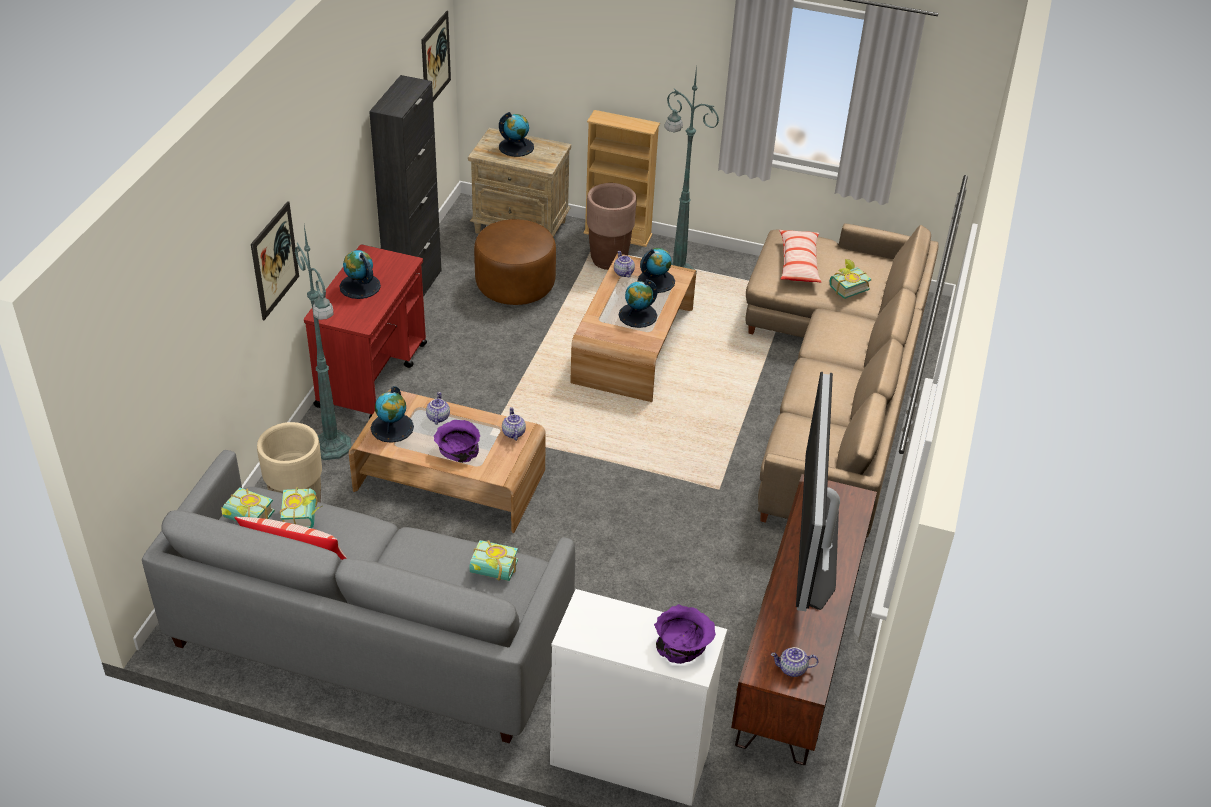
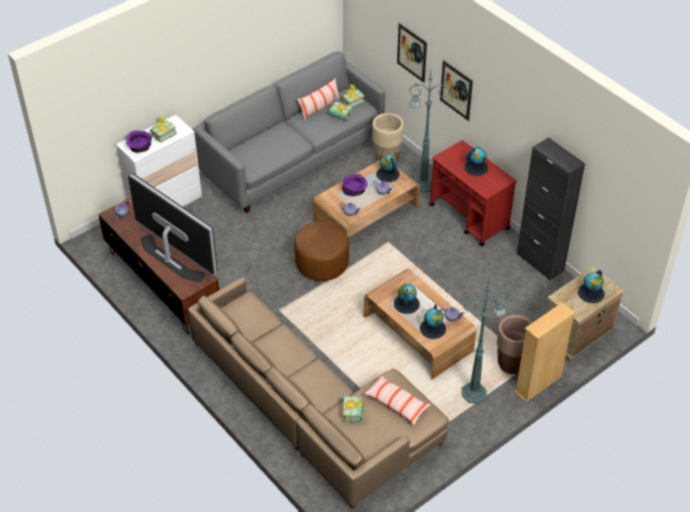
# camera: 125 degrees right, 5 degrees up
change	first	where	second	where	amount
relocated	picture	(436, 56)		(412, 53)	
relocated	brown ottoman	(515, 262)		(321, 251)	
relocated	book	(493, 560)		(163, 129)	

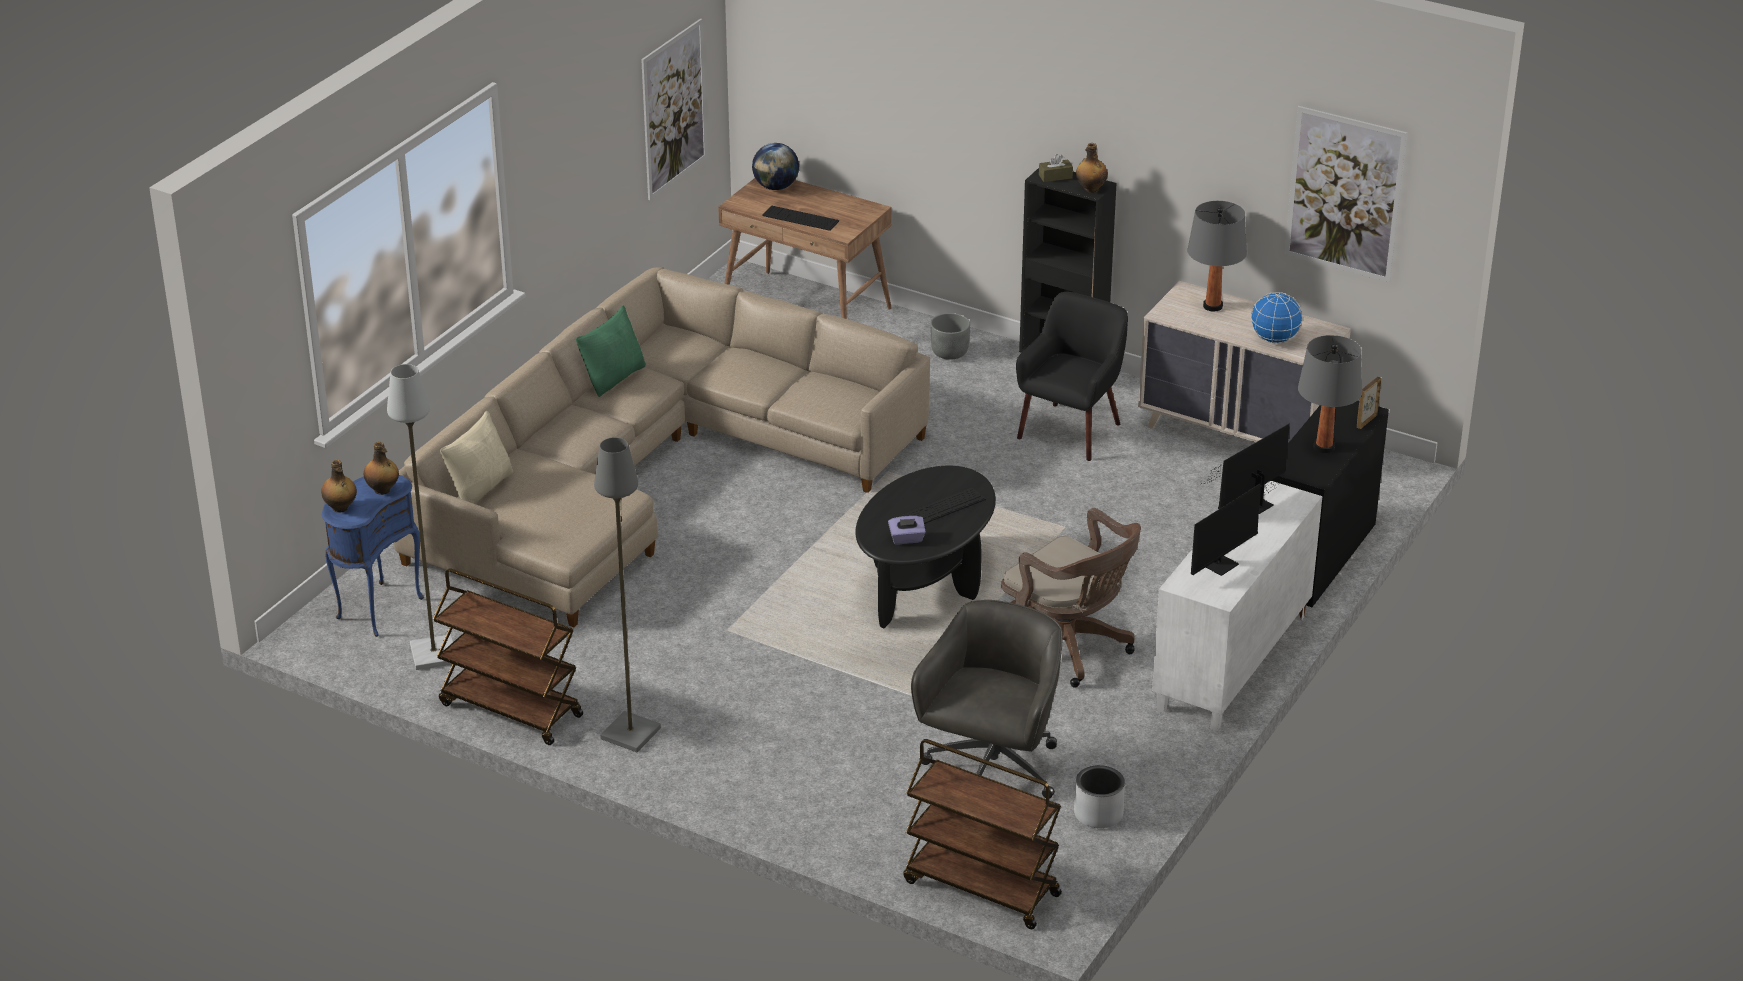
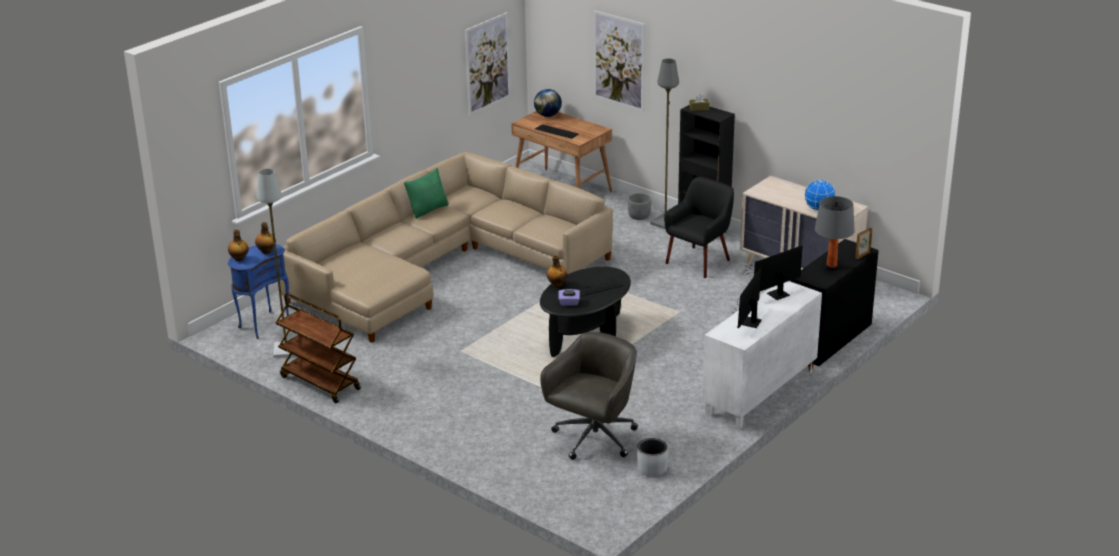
# camera: 10 degrees right, 5 degrees down
change	first	where	second	where	amount
relocated	picture	(1346, 194)		(619, 61)	
relocated	bottle	(1092, 168)		(557, 271)	
missing	grey table lamp	(1217, 256)			
missing	beige pillow	(476, 457)			
relocated	grey floor lamp	(627, 594)		(664, 144)	
spun	monitor	(1232, 527)		(748, 297)	150 degrees clockwise
missing	brown office chair	(1071, 597)			
missing	brown cart	(982, 834)			

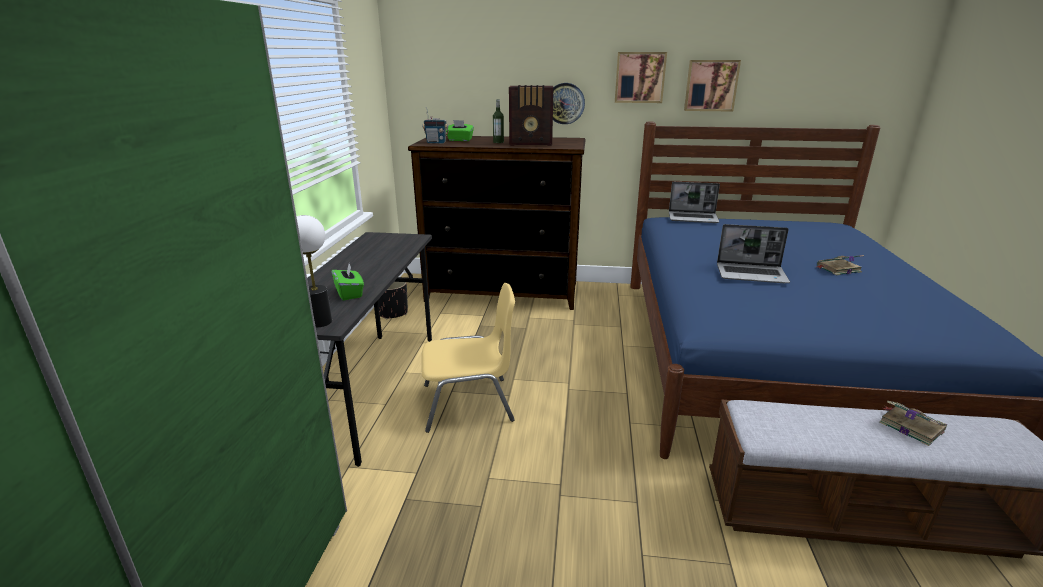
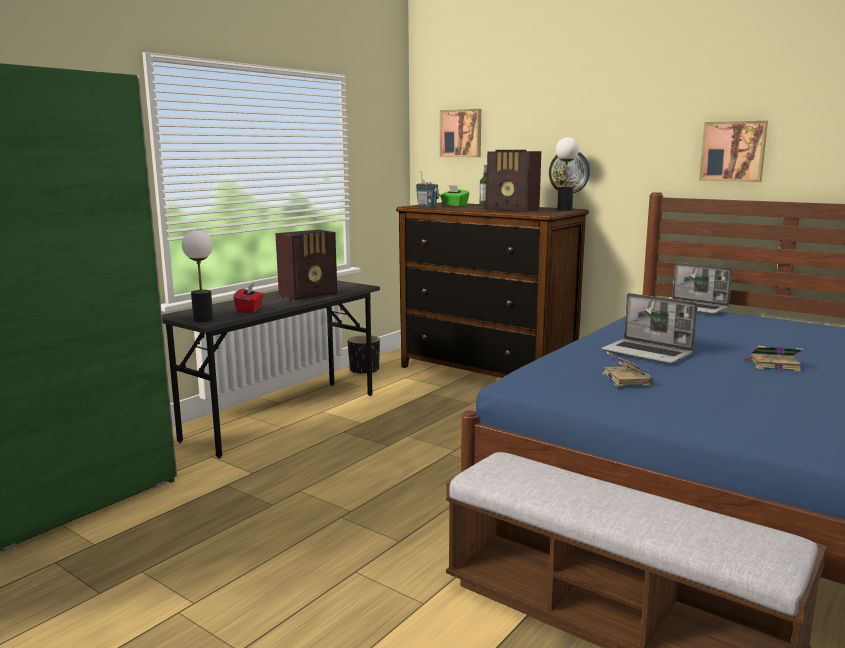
# camera: 30 degrees right, 10 degrees down
change	first	where	second	where	amount
relocated	picture	(641, 77)		(460, 133)	
colour	green tissue box	(348, 282)	red tissue box	(249, 298)	
missing	yellow chair	(468, 358)			
relocated	book	(913, 423)		(627, 369)	
appeared			table lamp	(567, 174)	
appeared			radio	(306, 265)	

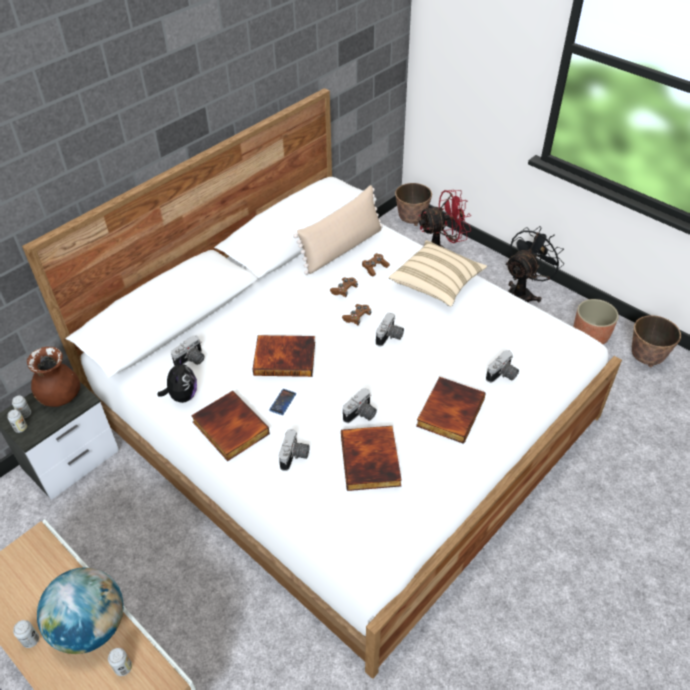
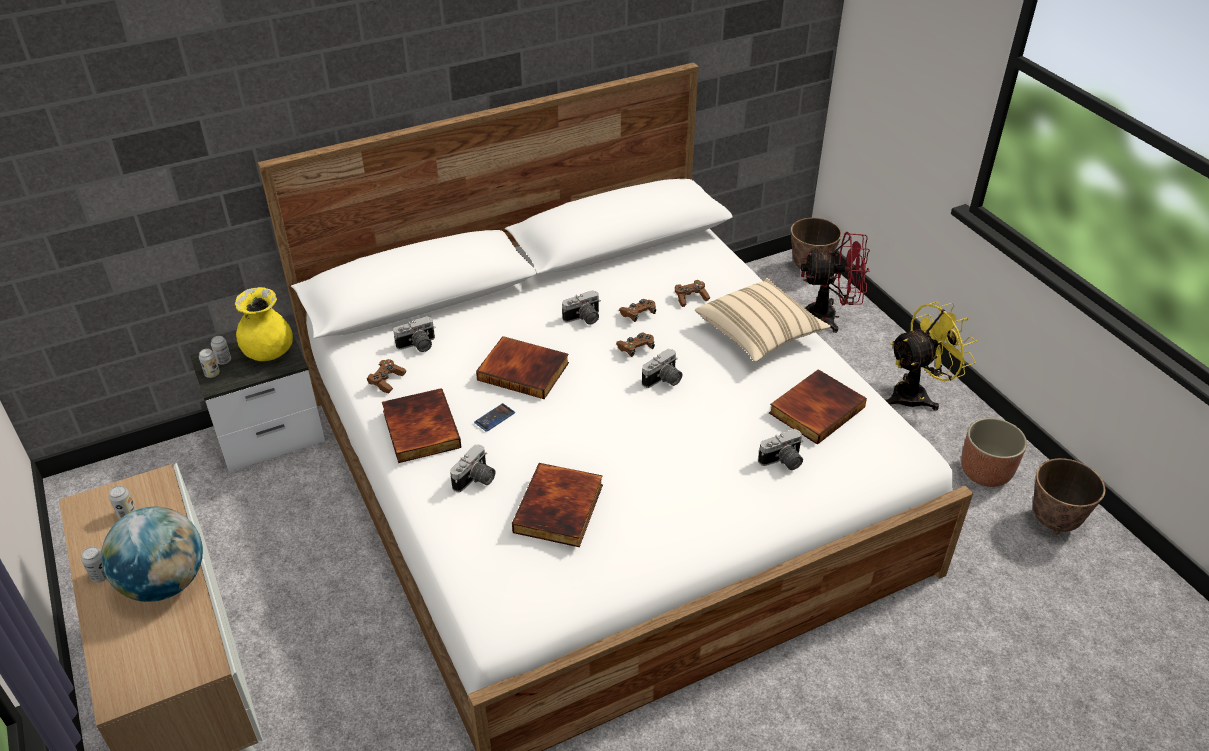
# camera: 20 degrees right, 5 degrees down
change	first	where	second	where	amount
missing	beige pillow	(338, 230)			
colour	black fan	(535, 264)	yellow fan	(931, 356)	
colour	brown vase	(53, 377)	yellow vase	(264, 324)	
exchanged	plush toy	(177, 380)	brown game controller	(386, 376)	
relocated	book	(451, 410)		(818, 407)	
relocated	photo camera	(360, 405)		(581, 307)	
relocated	can	(120, 662)		(122, 502)	

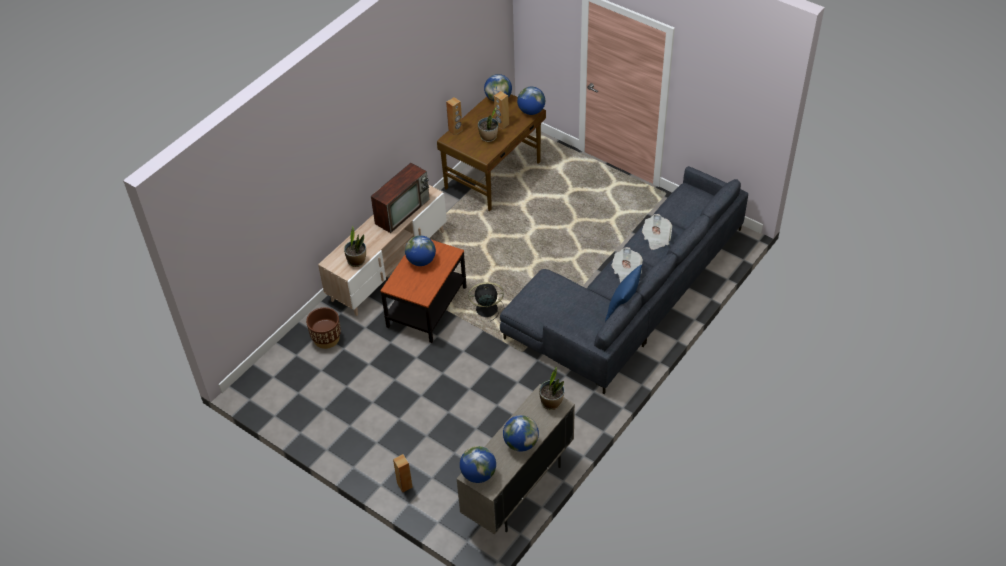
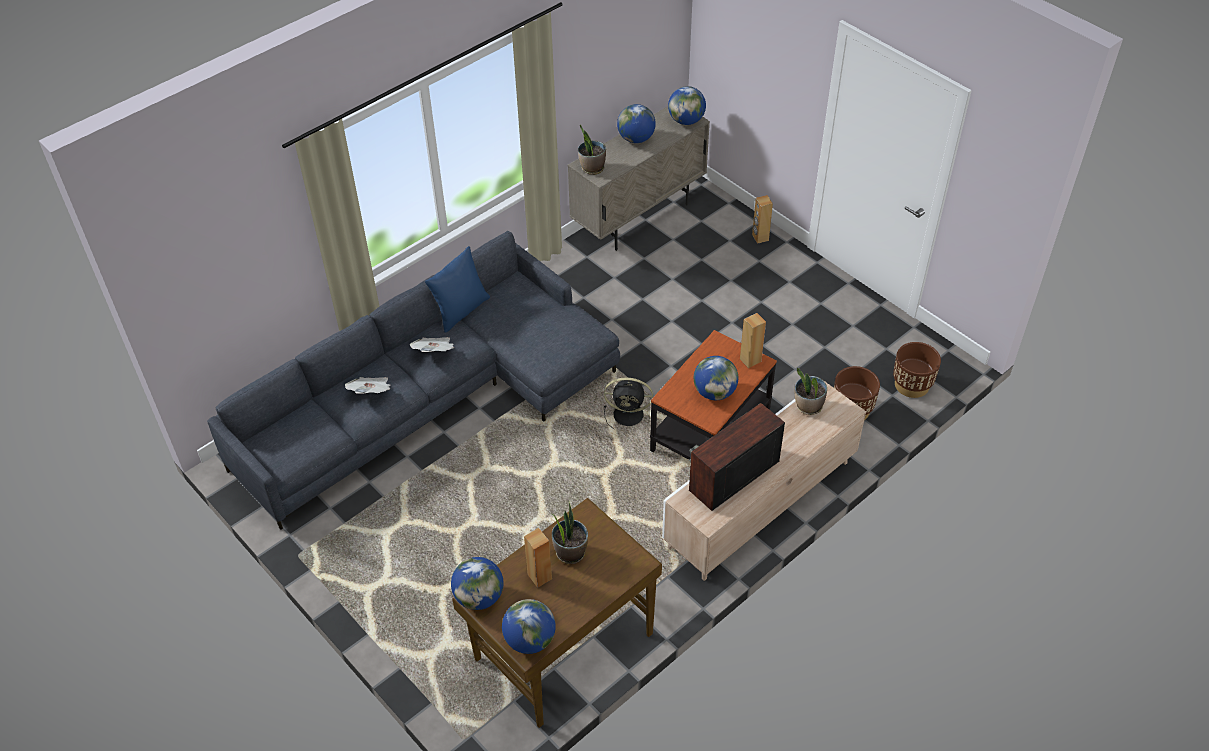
# camera: 170 degrees left, 0 degrees up
change	first	where	second	where	amount
relocated	brown speaker	(454, 116)		(753, 340)	
appeared			brown planter	(917, 370)	

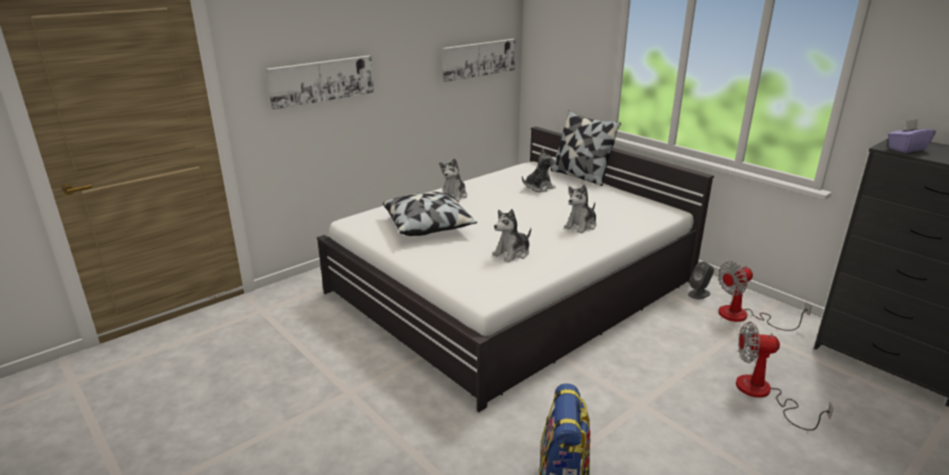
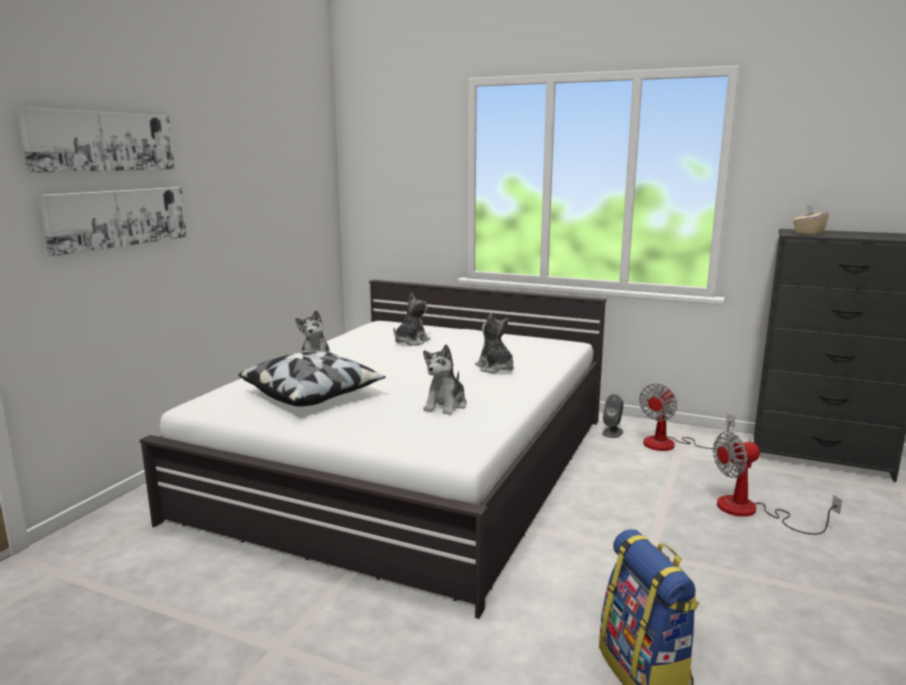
# camera: 25 degrees left, 10 degrees down
change	first	where	second	where	amount
relocated	picture	(479, 60)		(96, 140)	
missing	pillow	(585, 148)			
colour	purple tissue box	(912, 136)	beige tissue box	(811, 220)	
spun	plush toy	(580, 208)		(494, 343)	135 degrees clockwise

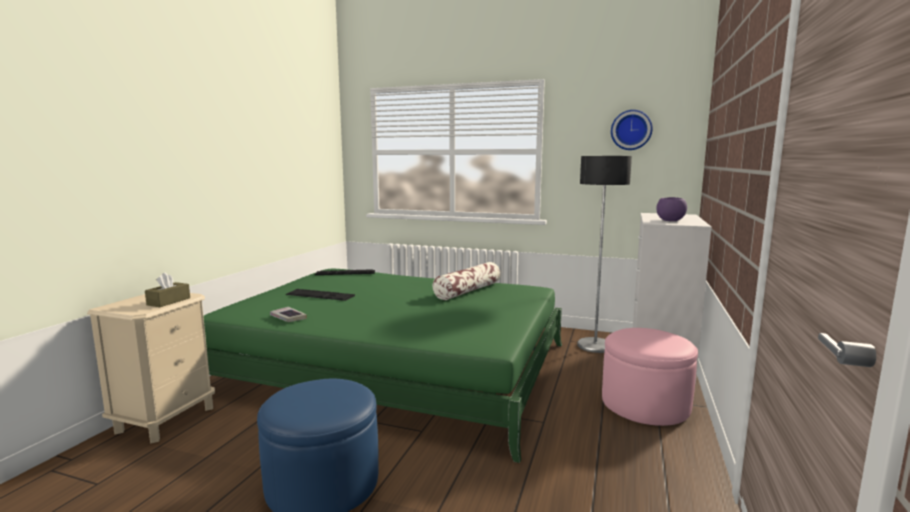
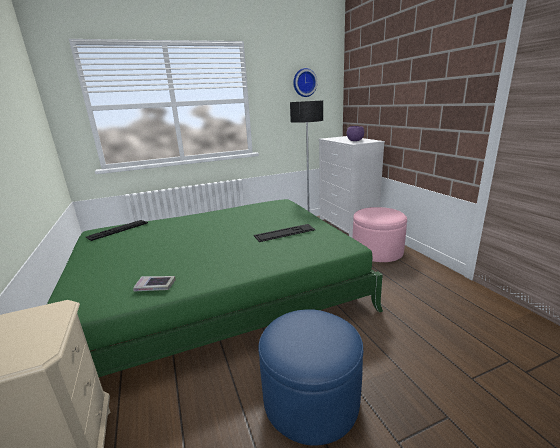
# camera: 40 degrees left, 10 degrees up
change	first	where	second	where	amount
missing	pillow	(467, 281)			
missing	brown tissue box	(167, 289)			
relocated	keyboard	(320, 295)		(285, 233)	

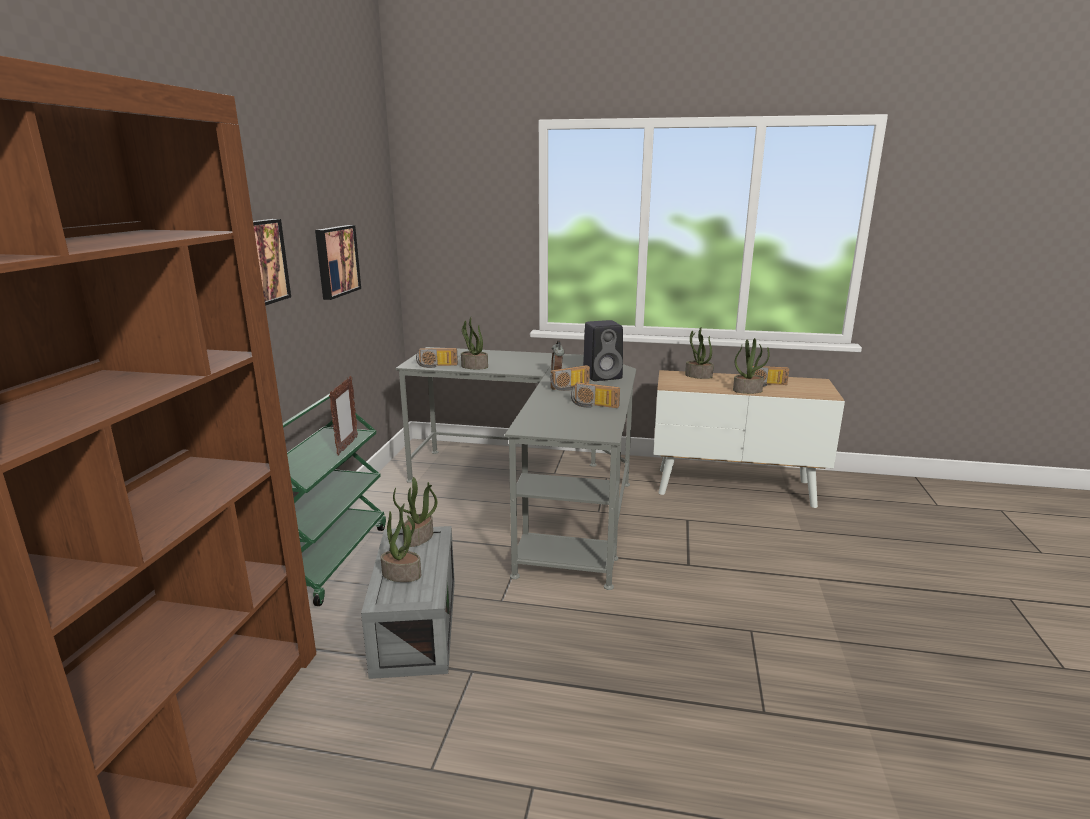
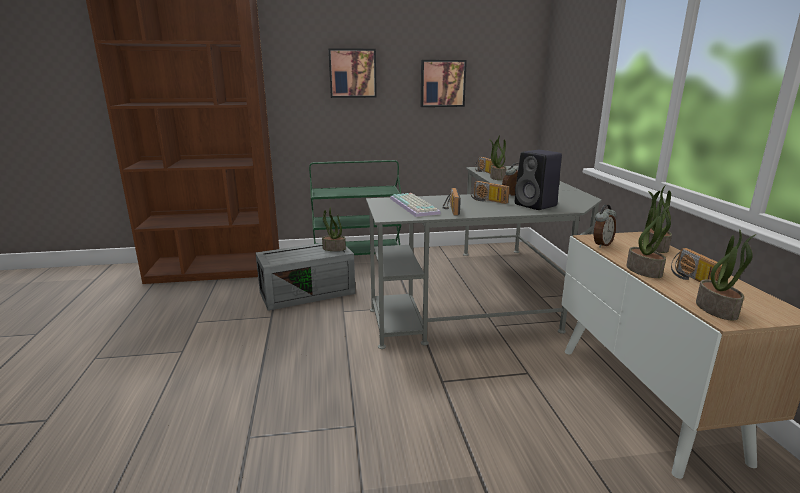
# camera: 70 degrees right, 0 degrees up
change	first	where	second	where	amount
missing	picture frame	(343, 415)			
relocated	potted plant	(401, 543)		(726, 275)	
appeared			keyboard	(415, 205)	
appeared			alarm clock	(605, 226)	

